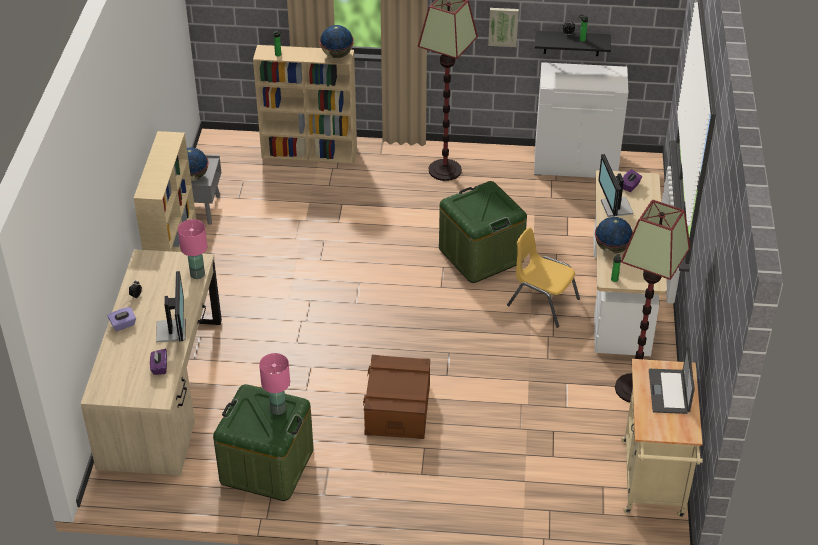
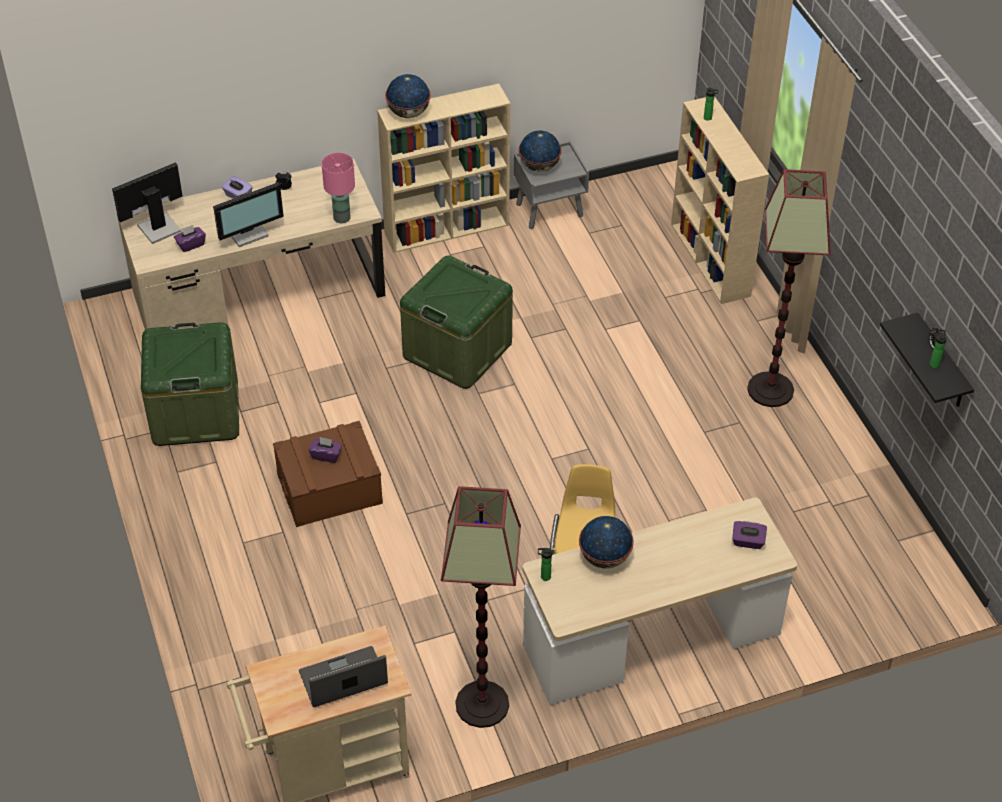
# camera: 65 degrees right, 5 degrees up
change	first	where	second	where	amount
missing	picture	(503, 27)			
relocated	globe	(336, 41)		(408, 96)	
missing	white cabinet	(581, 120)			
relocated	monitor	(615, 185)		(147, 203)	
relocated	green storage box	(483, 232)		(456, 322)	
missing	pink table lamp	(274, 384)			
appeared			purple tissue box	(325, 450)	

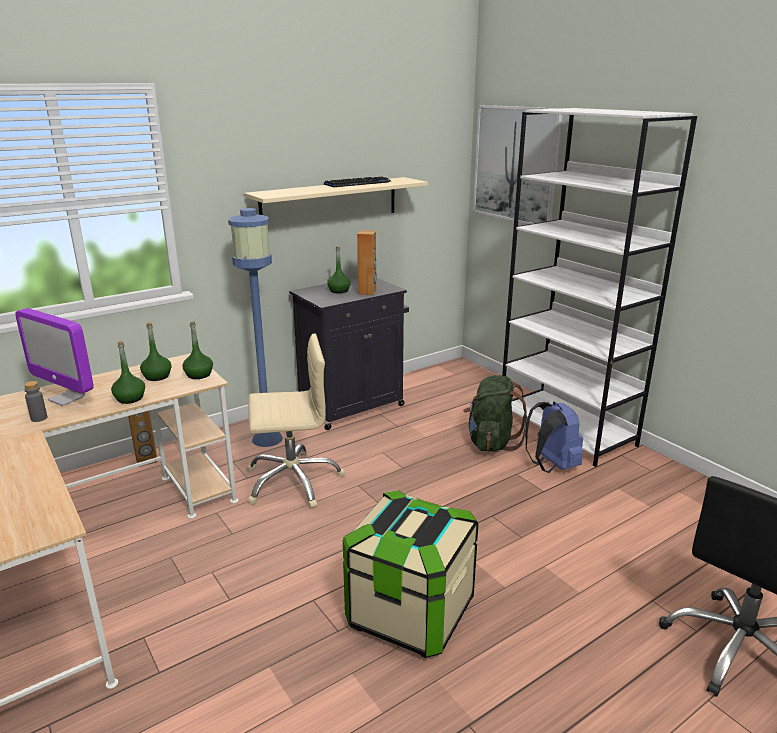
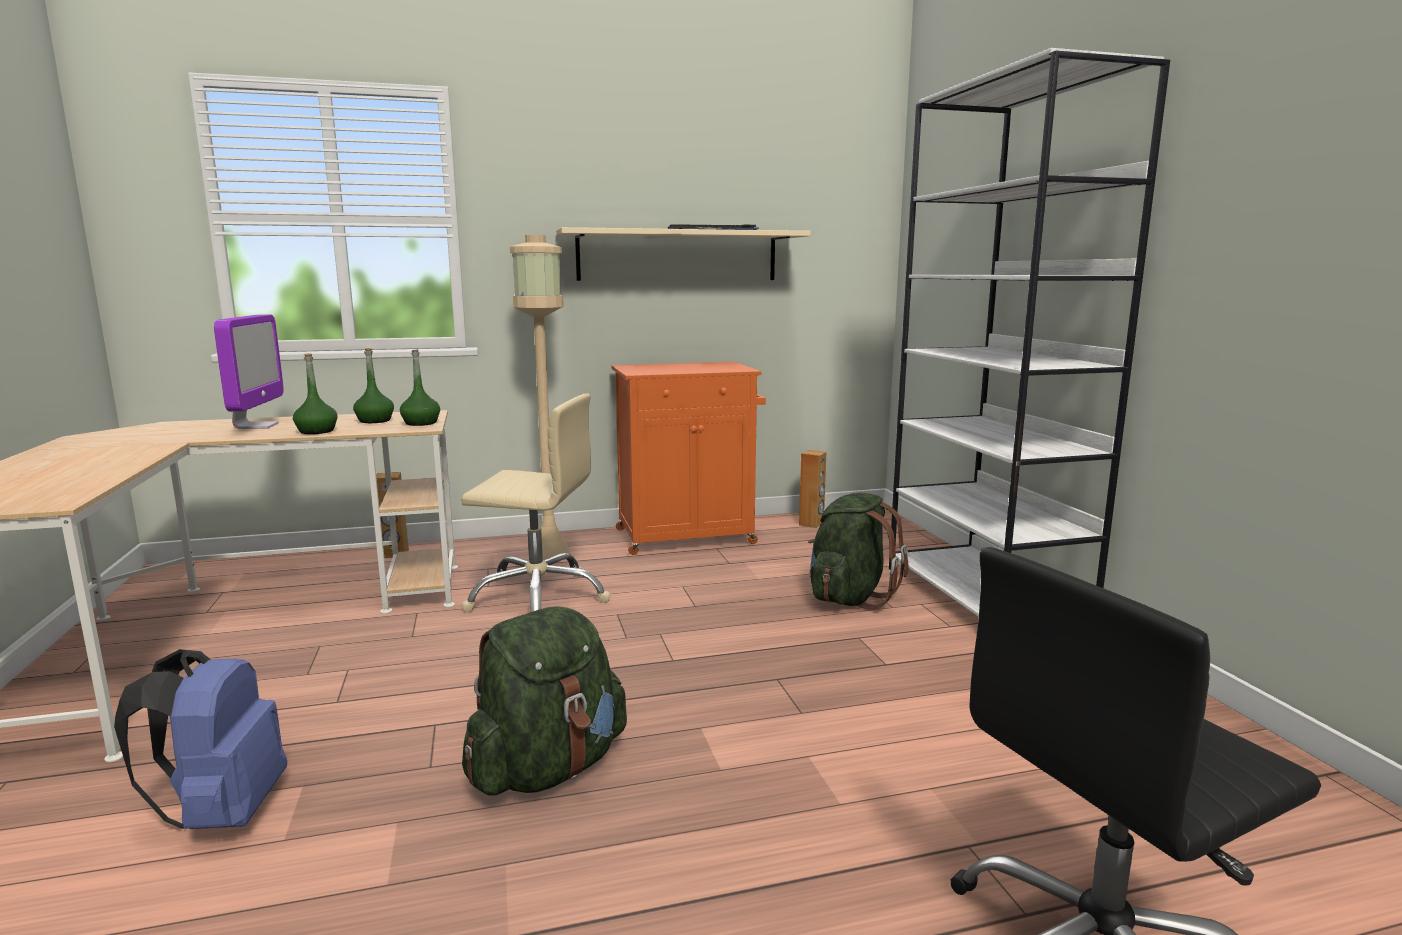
# camera: 20 degrees right, 10 degrees down
change	first	where	second	where	amount
missing	picture	(518, 164)			
colour	blue floor lamp	(255, 327)	beige floor lamp	(540, 397)	
relocated	brown speaker	(367, 262)		(812, 489)	
missing	green bottle	(339, 269)			
colour	black cabinet	(349, 354)	orange cabinet	(688, 458)	
spun	monitor	(54, 357)		(249, 371)	150 degrees counterclockwise
missing	grey bottle	(35, 401)			
relocated	blue backpack	(554, 437)		(200, 739)	
exchanged	storage box	(411, 574)	green backpack	(544, 701)	

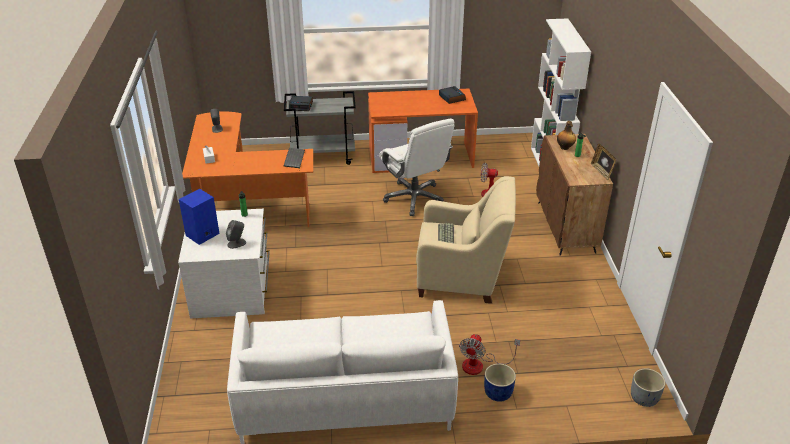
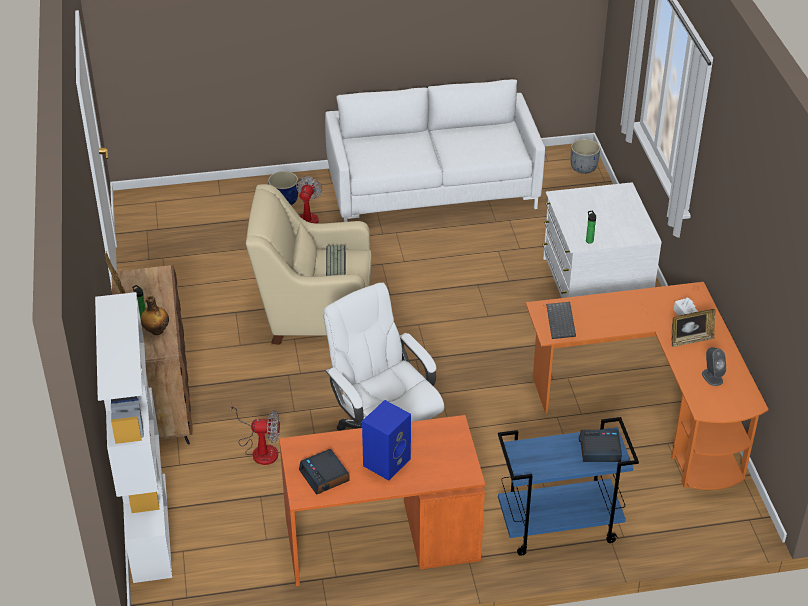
# camera: 175 degrees right, 5 degrees up
change	first	where	second	where	amount
colour	grey cart	(320, 128)	blue cart	(568, 486)	
relocated	blue speaker	(199, 217)		(386, 440)	
missing	grey speaker	(236, 234)			
relocated	grey planter	(648, 387)		(585, 156)	
appeared			picture frame	(694, 328)	

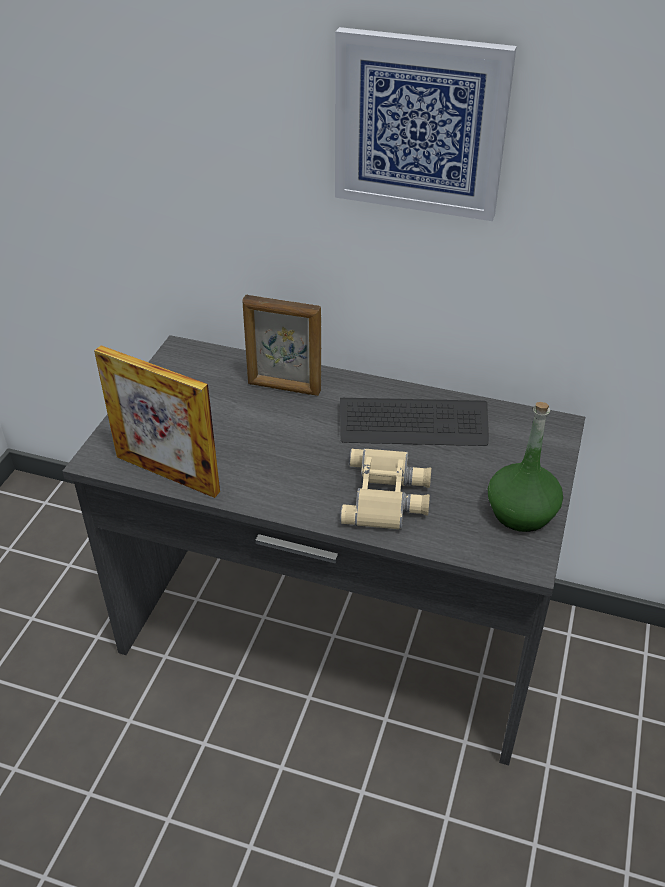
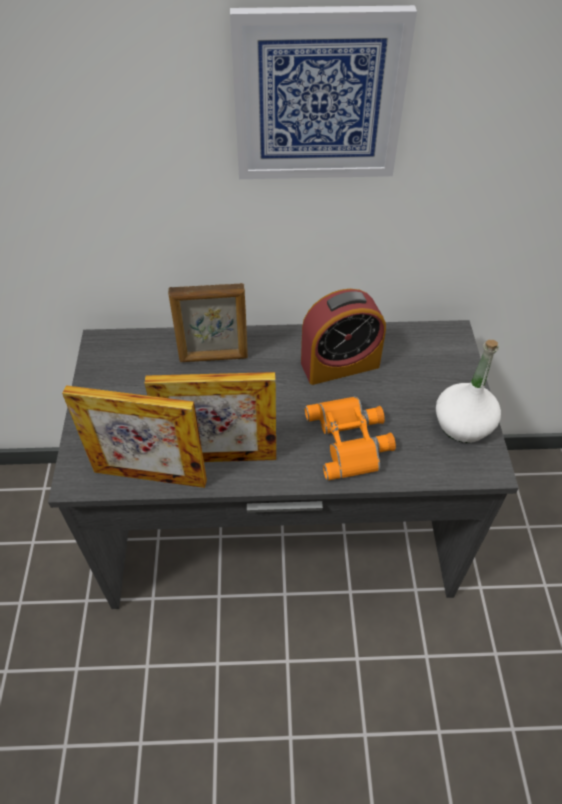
# camera: 20 degrees left, 10 degrees up
change	first	where	second	where	amount
exchanged	keyboard	(414, 422)	alarm clock	(343, 337)	
colour	green bottle	(525, 467)	white bottle	(468, 391)	
colour	beige binoculars	(385, 489)	orange binoculars	(350, 438)	
appeared			picture frame	(210, 417)	

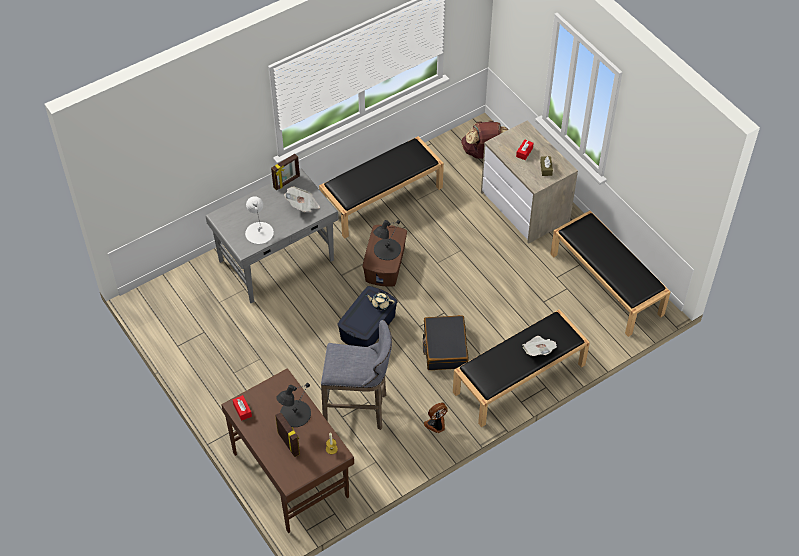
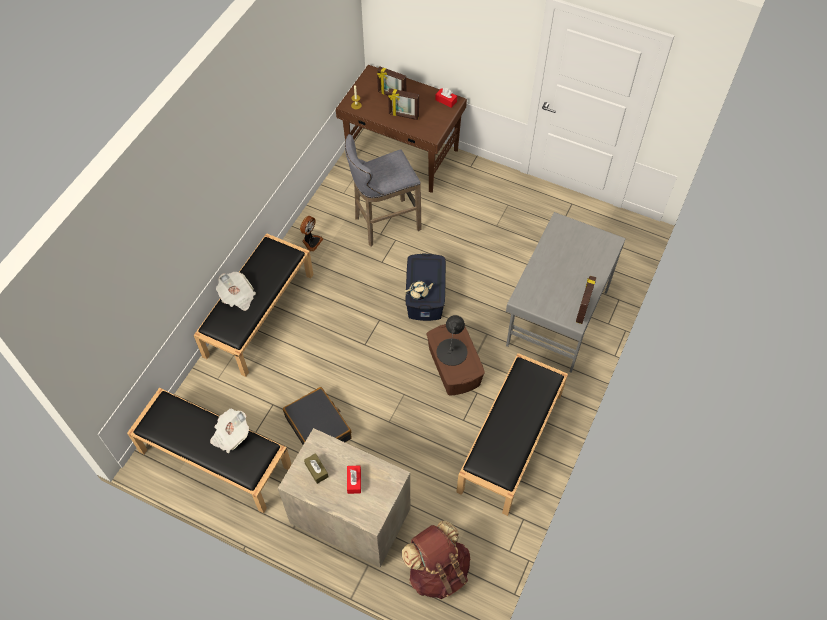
# camera: 150 degrees right, 5 degrees up
change	first	where	second	where	amount
relocated	newspaper	(302, 199)		(229, 430)	
missing	white table lamp	(259, 220)			
relocated	black suitcase	(445, 342)		(317, 416)	
exchanged	black table lamp	(293, 405)	picture frame	(403, 104)	

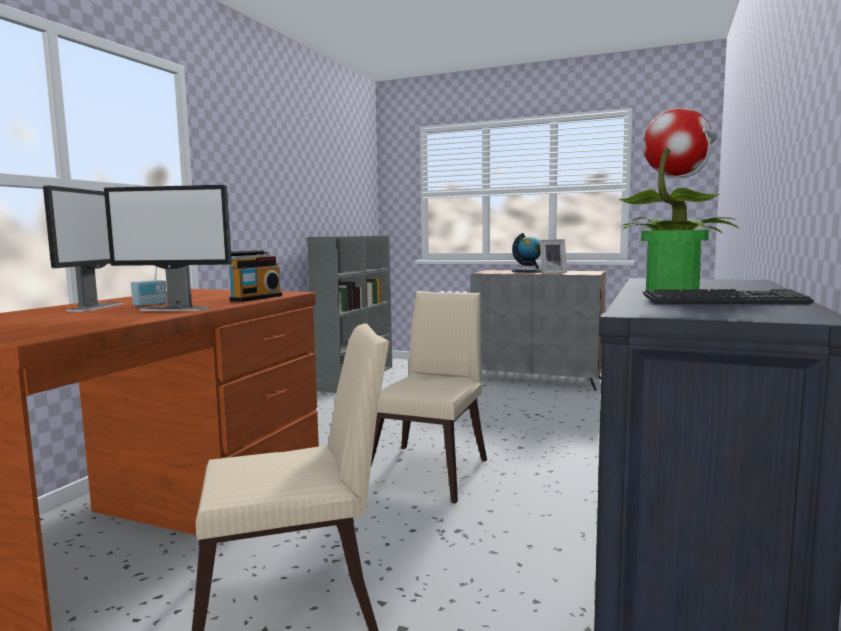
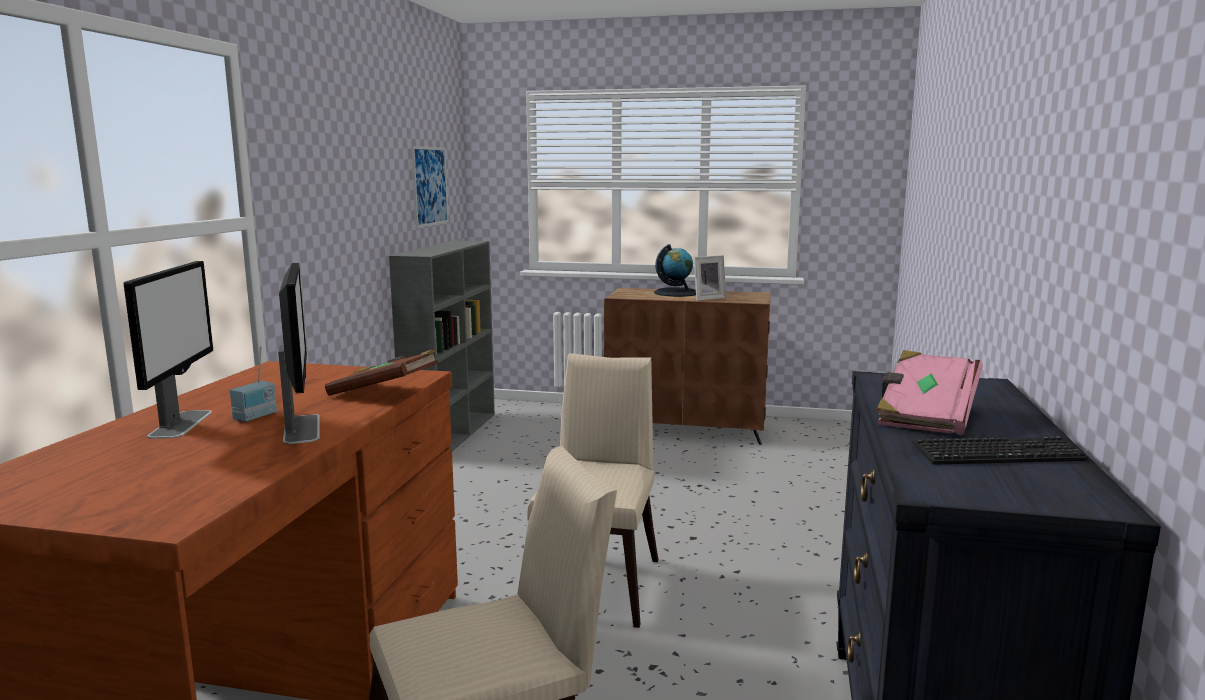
# camera: 10 degrees left, 5 degrees up
change	first	where	second	where	amount
exchanged	potted plant	(679, 199)	pink book	(929, 392)	
spun	monitor	(168, 248)		(299, 353)	105 degrees counterclockwise
exchanged	radio	(255, 276)	brown book	(381, 372)	
colour	grey cabinet	(538, 330)	brown cabinet	(687, 366)	
appeared			picture	(430, 187)	

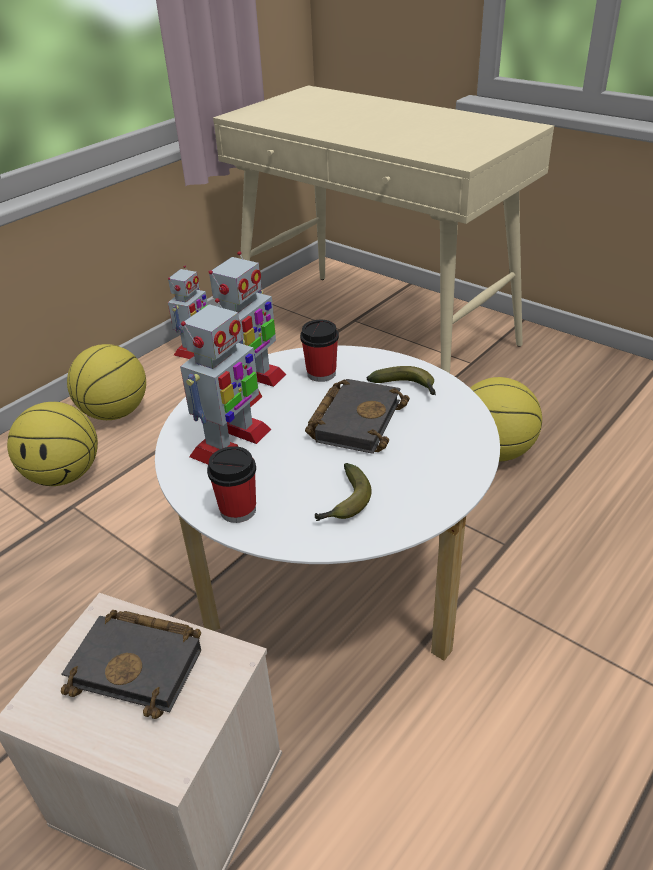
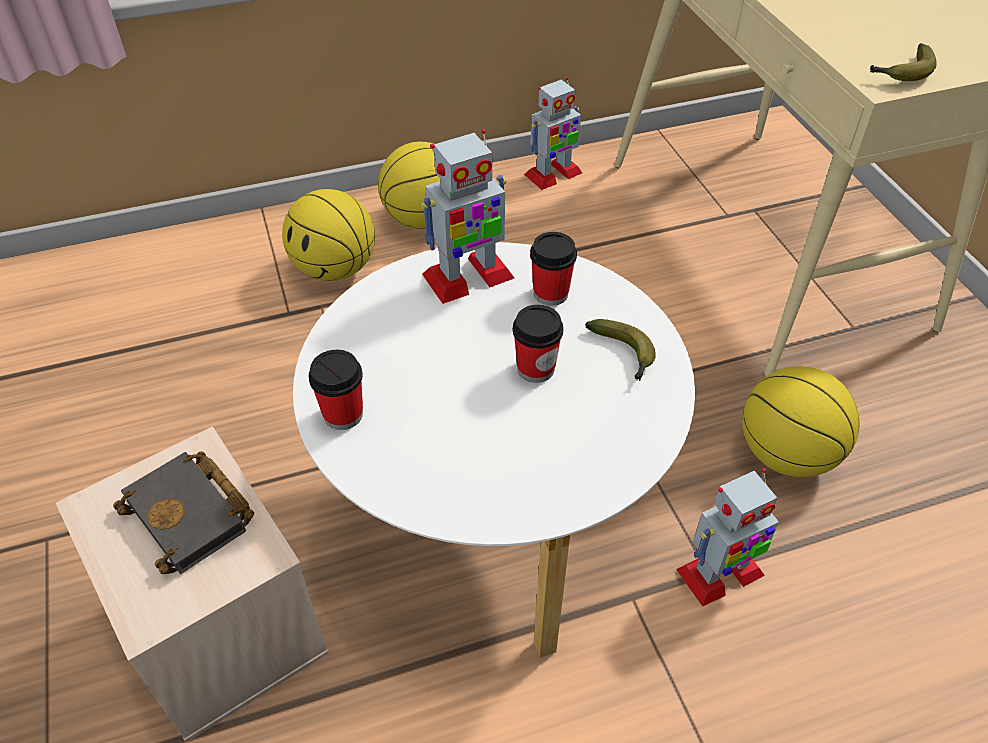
# camera: 30 degrees right, 10 degrees up
change	first	where	second	where	amount
relocated	toy robot	(225, 381)		(727, 537)	
exchanged	black book	(357, 416)	cup	(538, 344)	
relocated	banana	(343, 492)		(903, 62)	

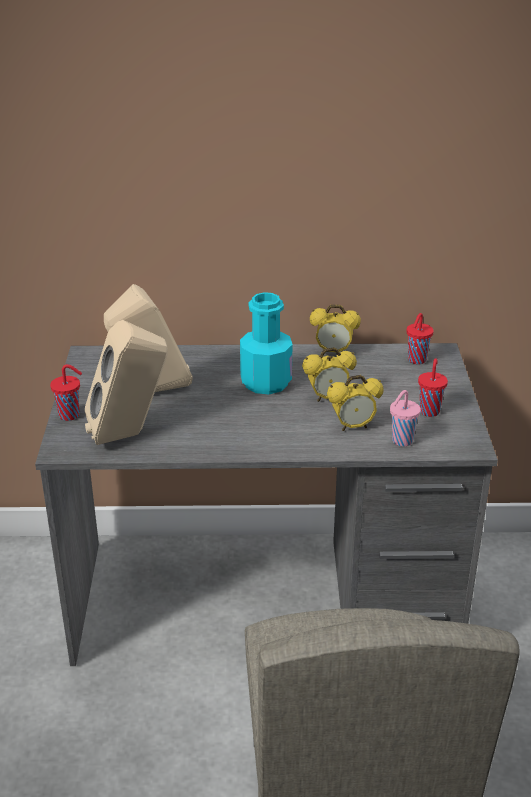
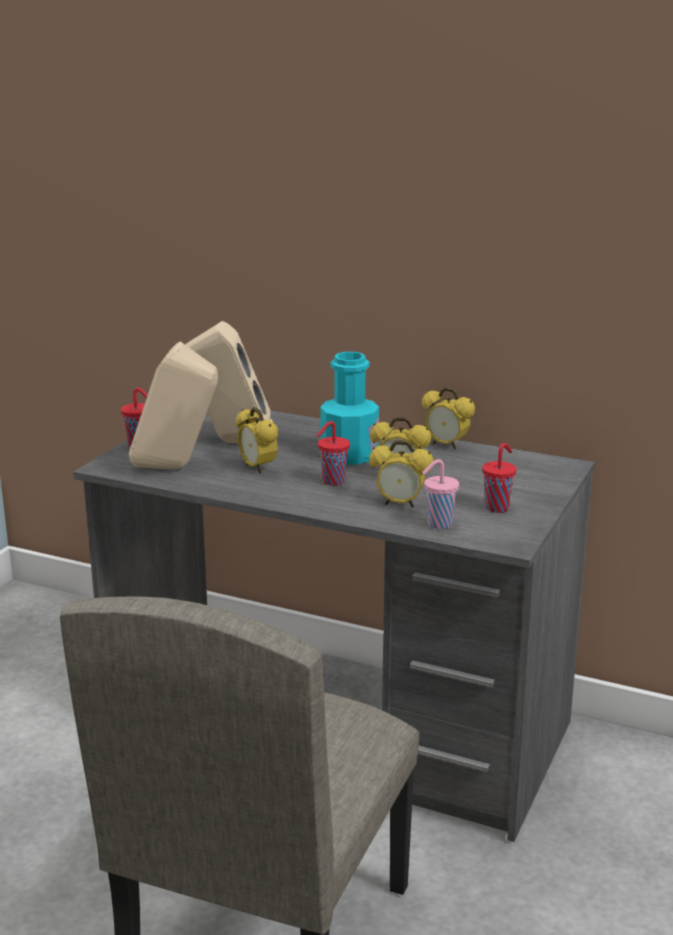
# camera: 25 degrees right, 10 degrees down
change	first	where	second	where	amount
relocated	red cup	(420, 338)		(333, 453)	
appeared			alarm clock	(257, 440)	

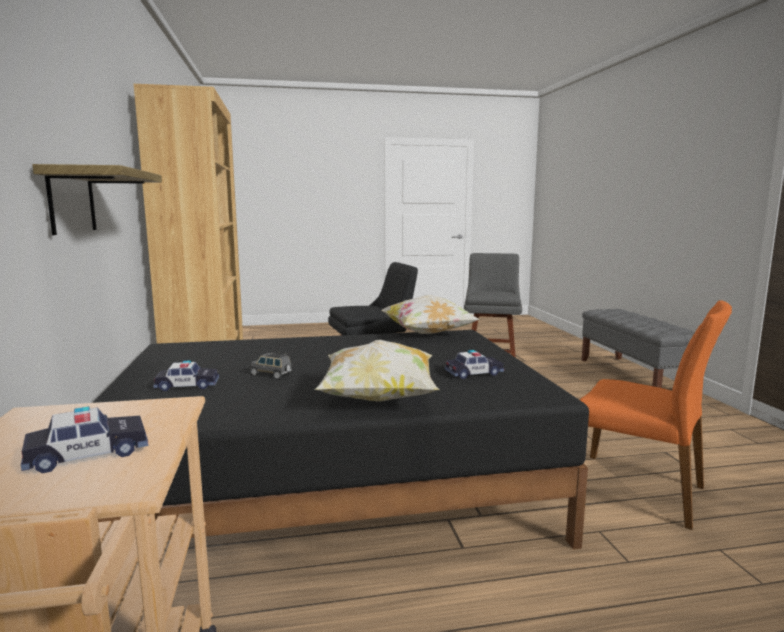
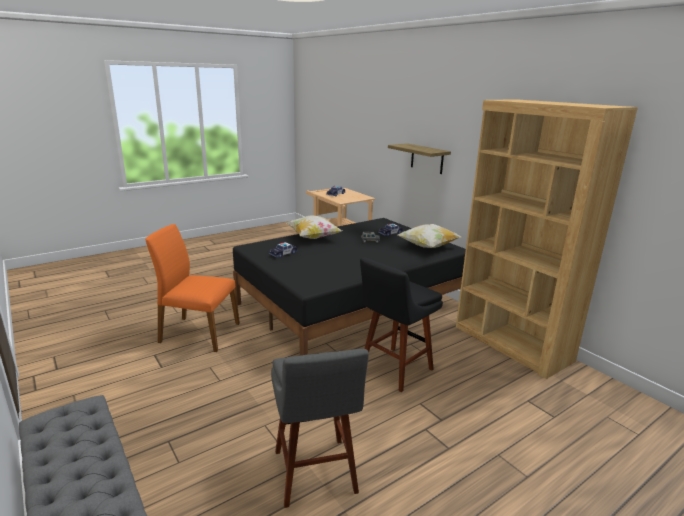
# camera: 155 degrees right, 10 degrees up
change	first	where	second	where	amount
relocated	pillow	(431, 314)		(429, 236)	

